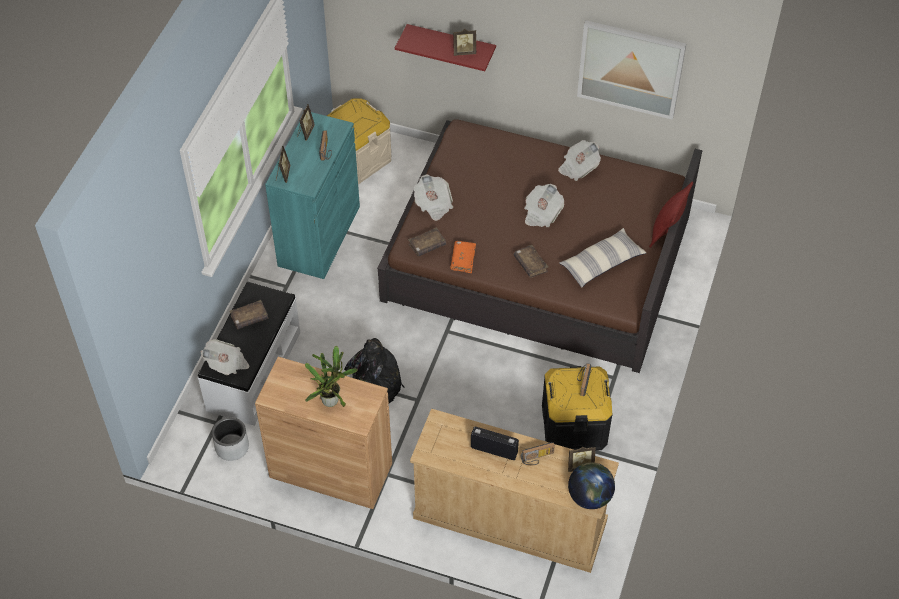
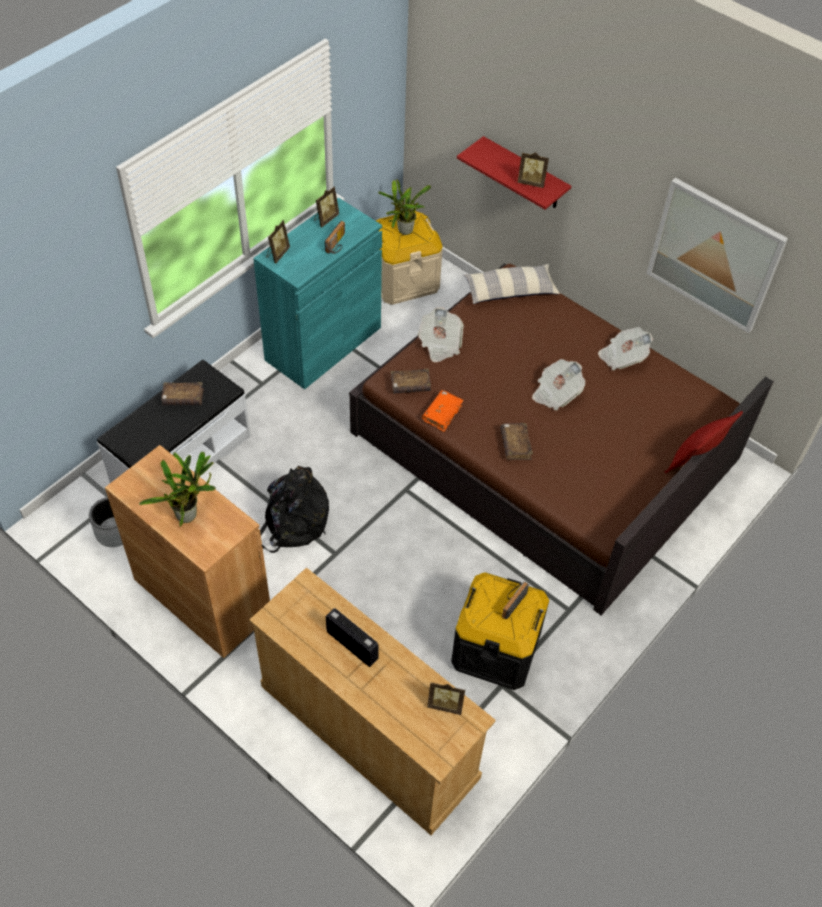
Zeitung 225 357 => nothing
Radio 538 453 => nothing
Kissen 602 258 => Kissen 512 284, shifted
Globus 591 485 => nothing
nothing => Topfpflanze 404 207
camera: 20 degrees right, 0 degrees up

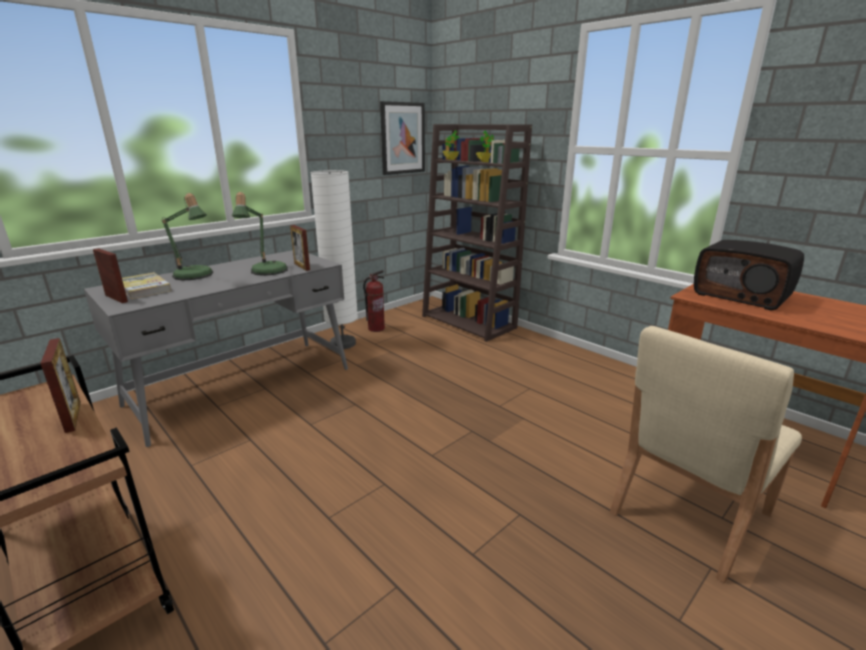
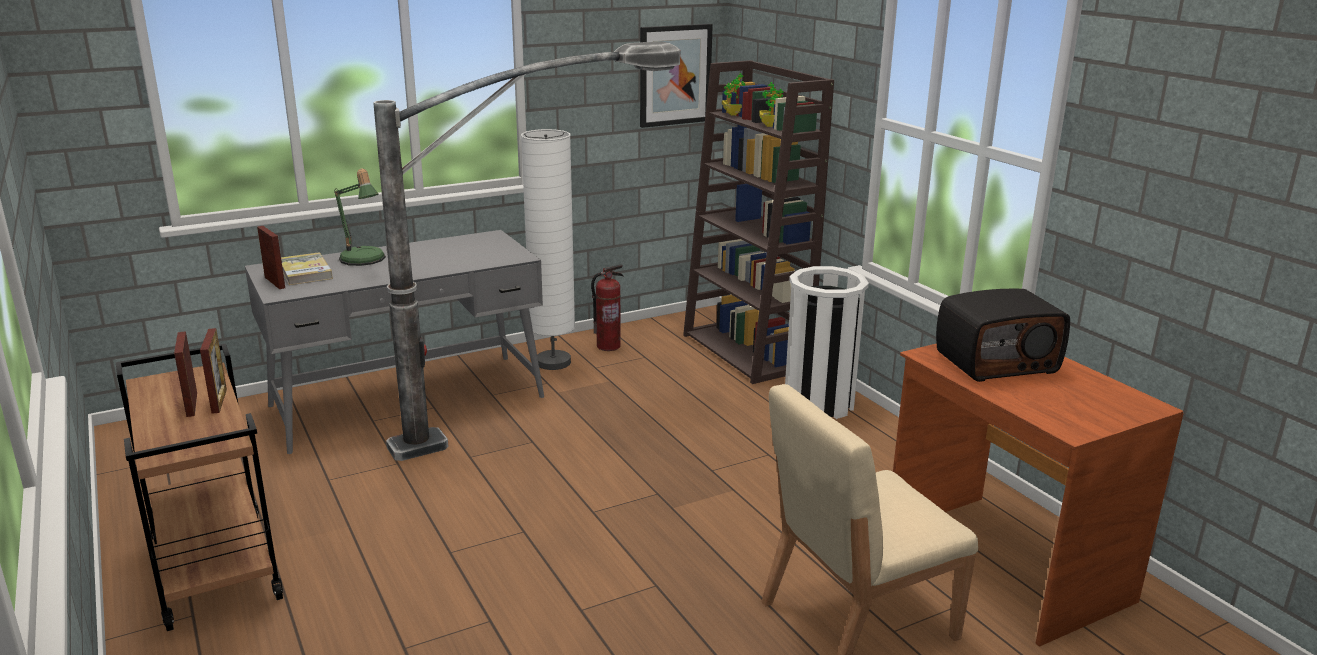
Tischlampe 260 234 => nothing
Bilderrahmen 300 248 => Bilderrahmen 185 374, shifted
Radio 749 275 => Radio 1003 335, 75 degrees counterclockwise
nothing => Stehlampe 526 251
nothing => Mülleimer [weiß] 827 342
camera: 15 degrees right, 0 degrees up

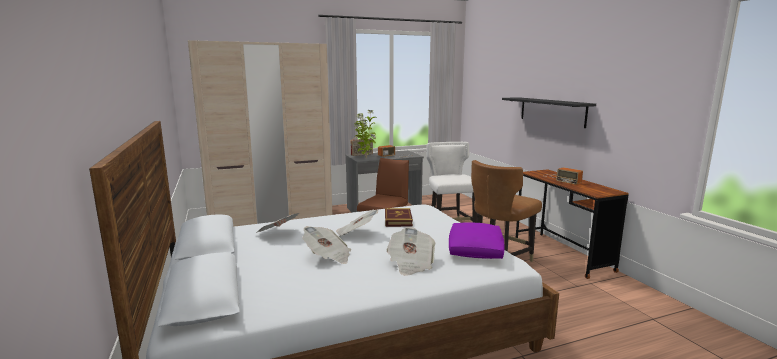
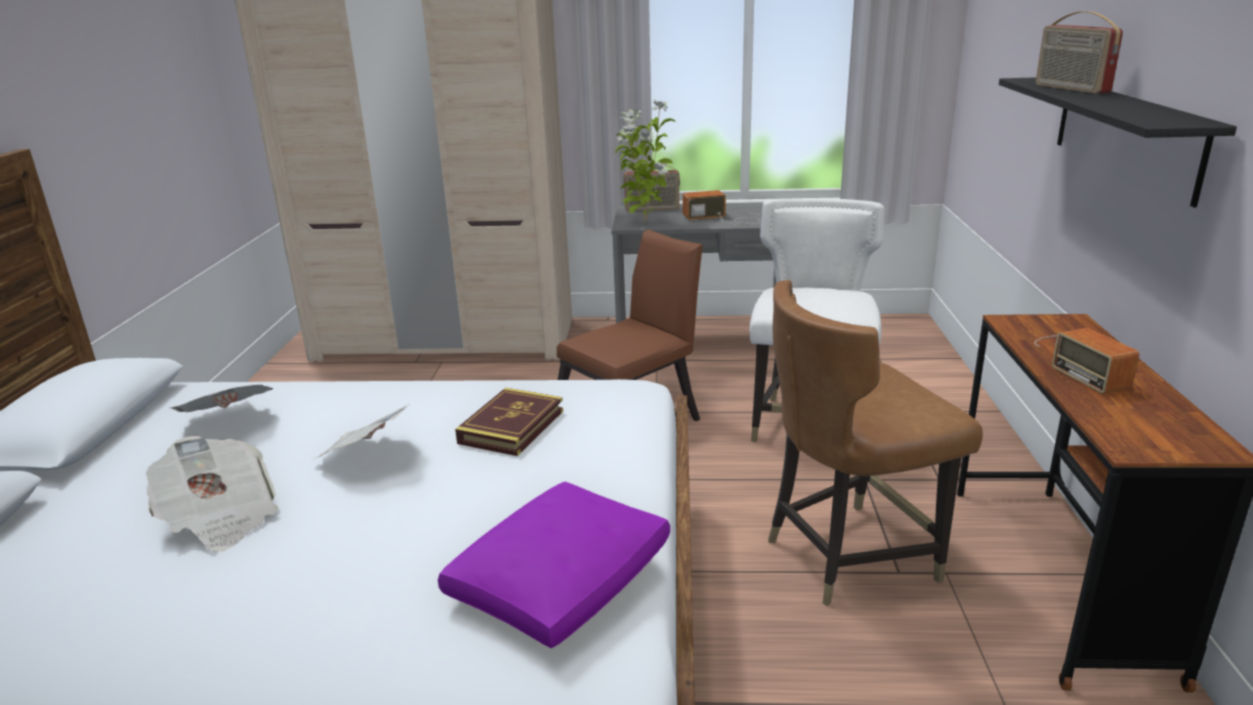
Zeitung 411 251 => nothing
nothing => Radio 1079 52
camera: 25 degrees right, 10 degrees up

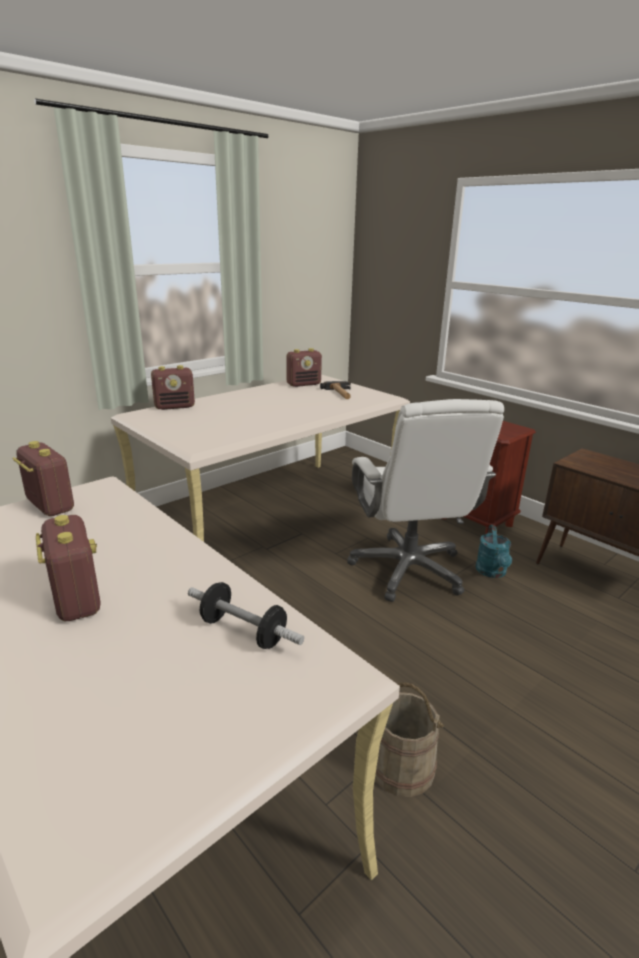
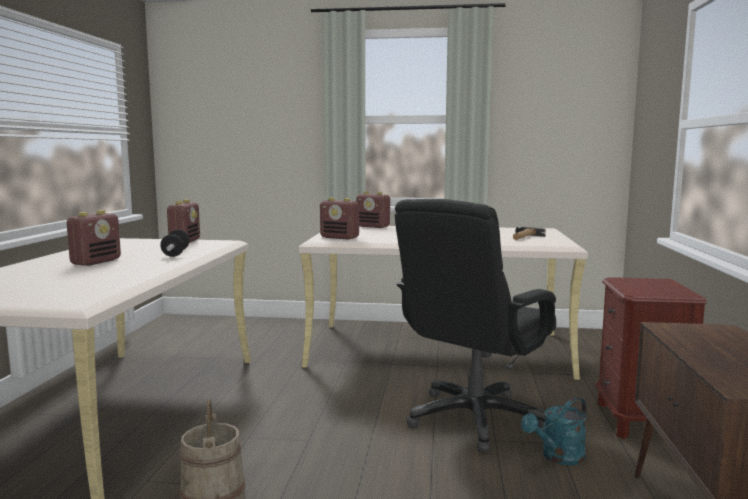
Hantel 246 615 => Hantel 175 243, shifted
Radio 304 367 => Radio 339 218, shifted
Bürostuhl [weiß] 425 500 => Bürostuhl [schwarz] 475 325
camera: 50 degrees right, 15 degrees down

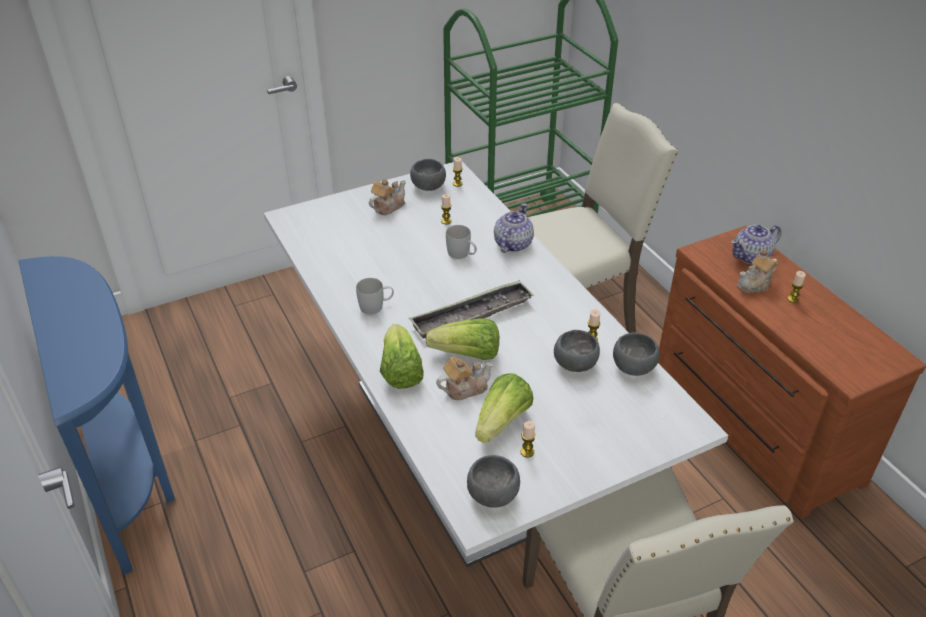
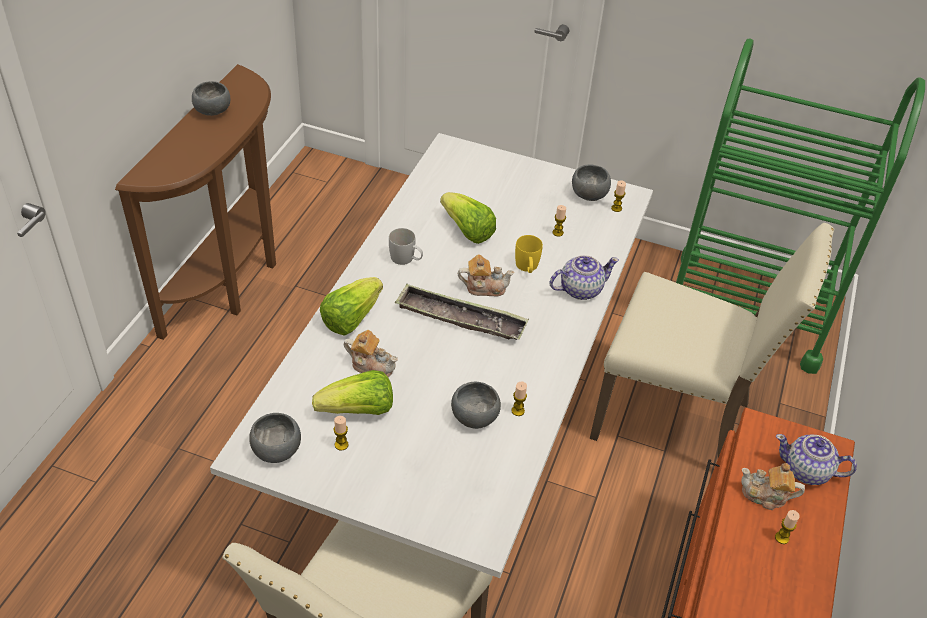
Konsolentisch [blau] 96 415 => Konsolentisch [braun] 195 202
Teekanne 387 197 => Teekanne 486 275, shifted
Salatkopf 462 339 => Salatkopf 468 218, shifted
Henkelbecher [weiß] 461 242 => Henkelbecher [gelb] 529 254
Schüssel [grau] 636 354 => Schüssel [grau] 211 98, shifted
camera: 45 degrees right, 5 degrees up

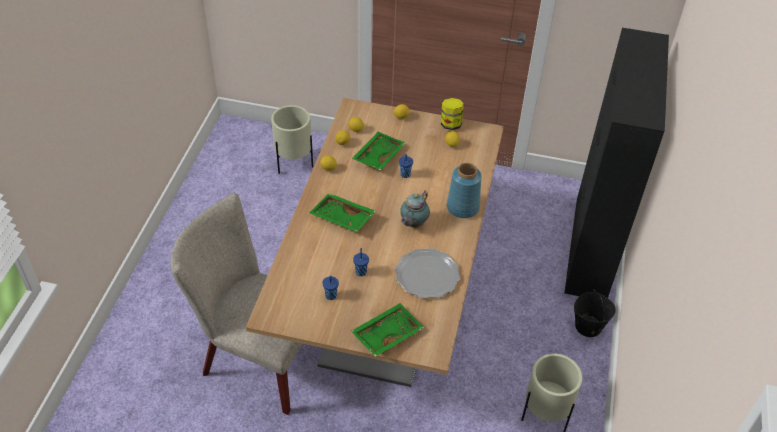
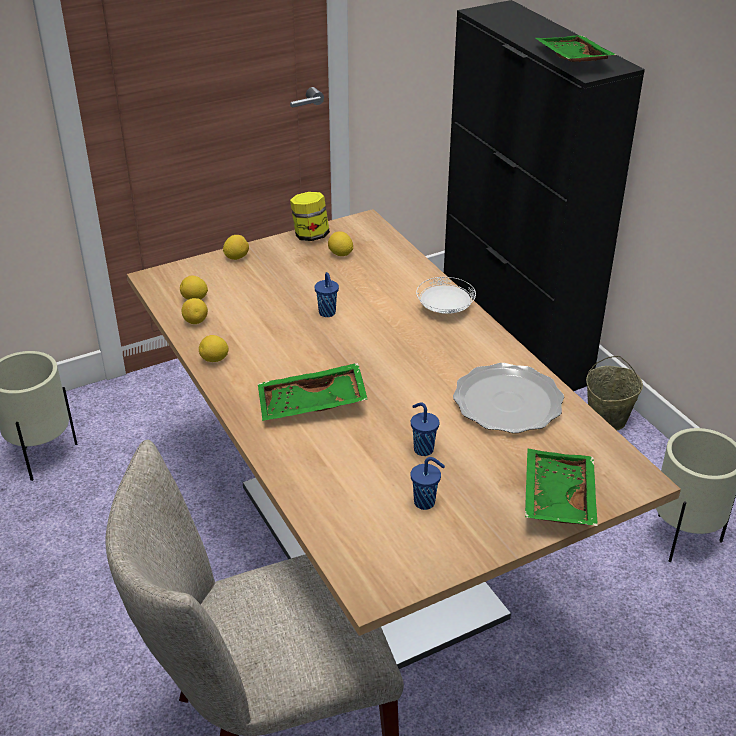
Tablett [grün] 378 150 => Tablett [grün] 576 48, shifted
Teekanne 415 209 => nothing
Vase [blau] 464 190 => Teller [weiß] 446 295
Eimer [schwarz] 595 313 => Eimer [beige] 614 393
camera: 40 degrees left, 10 degrees down

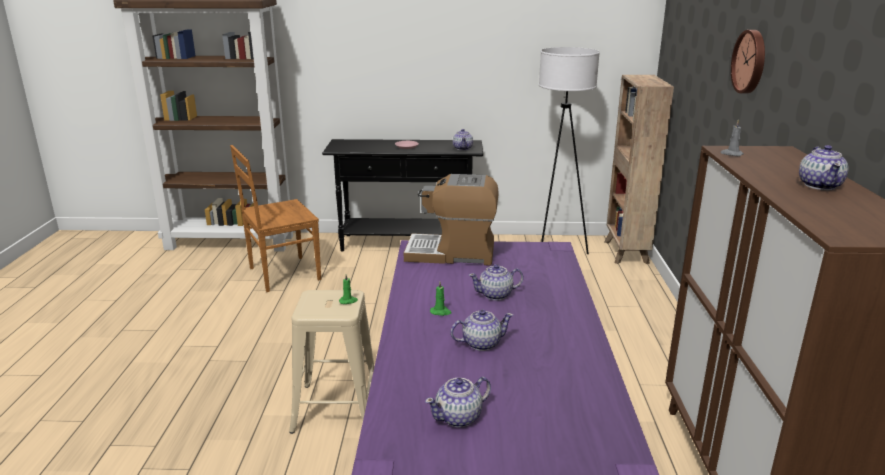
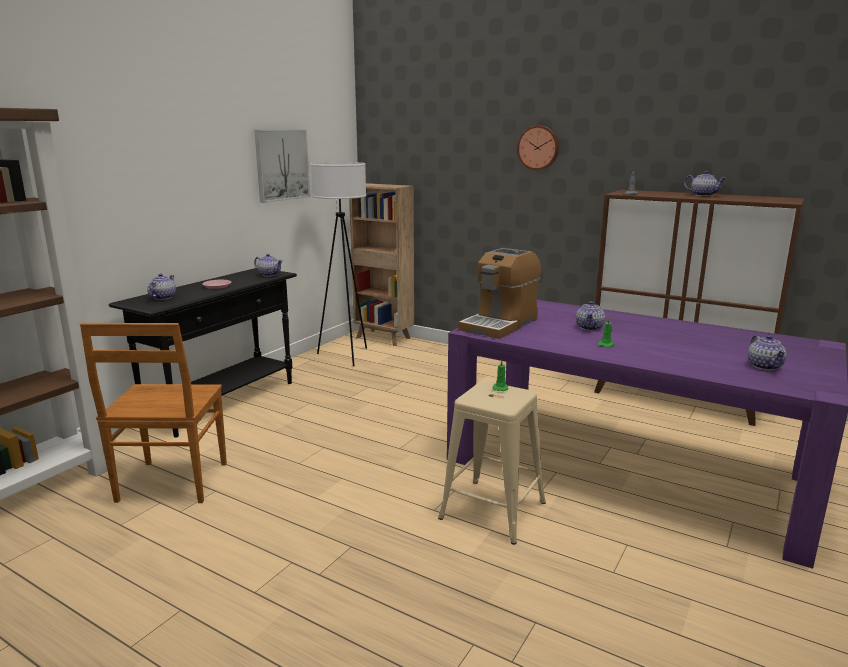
Teekanne 482 330 => Teekanne 161 286, shifted
nothing => Bild 282 166
camera: 60 degrees left, 5 degrees down

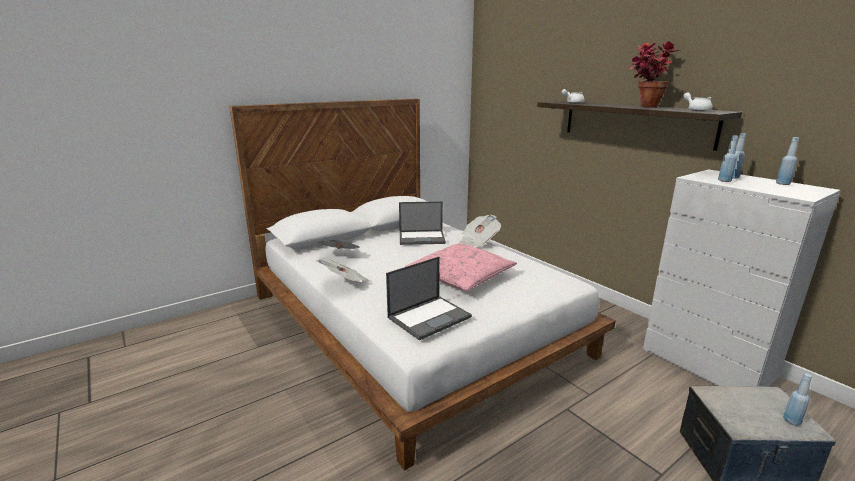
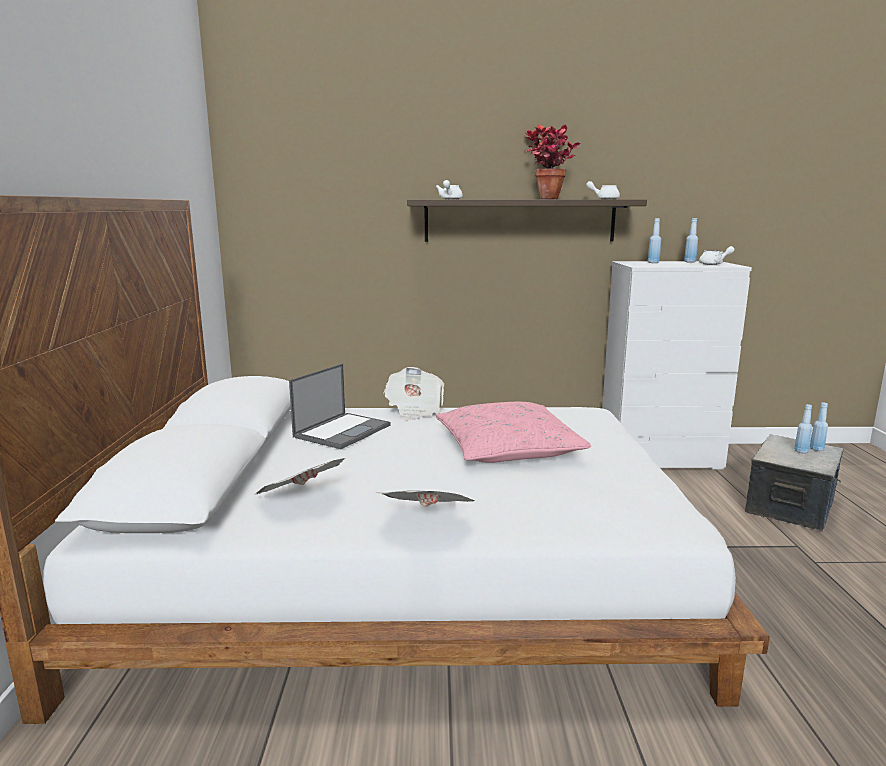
Laptop 429 298 => nothing
Flasche [blau] 728 158 => Flasche [blau] 803 428, shifted
nothing => Teekanne [weiß] 717 255
camera: 55 degrees left, 5 degrees down

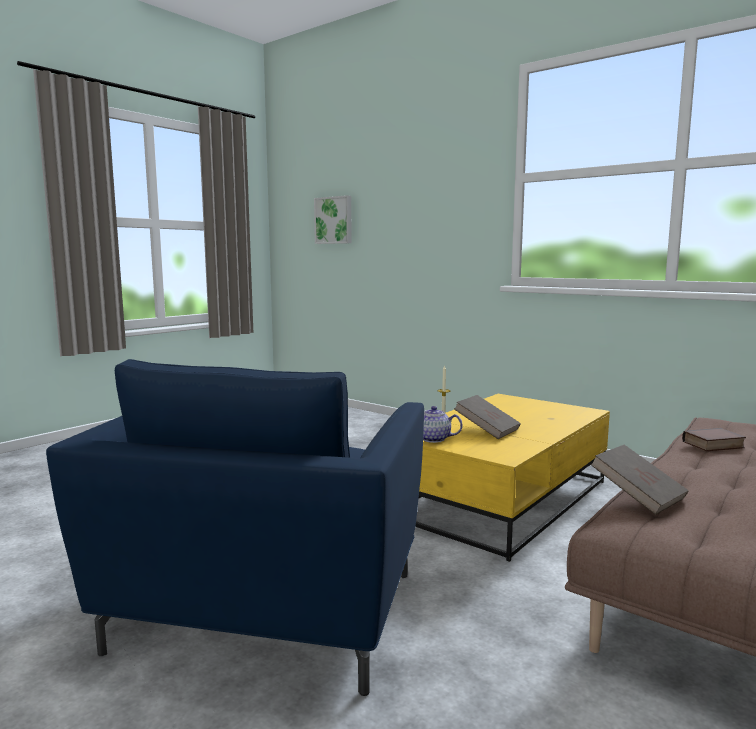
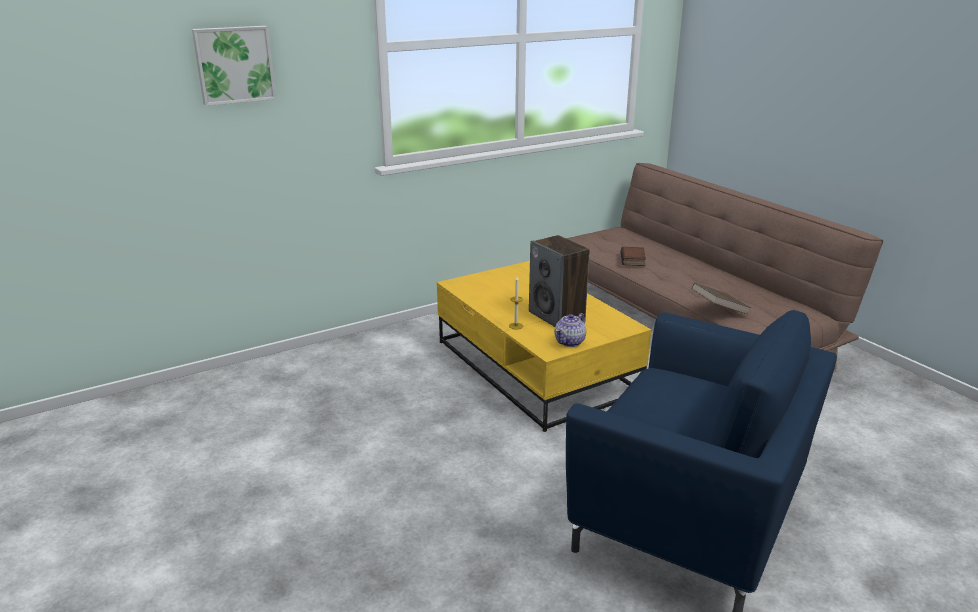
Bild 333 219 => Bild 234 66, shifted
Buch [braun] 487 417 => Lautsprecher 559 281
camera: 70 degrees left, 15 degrees up

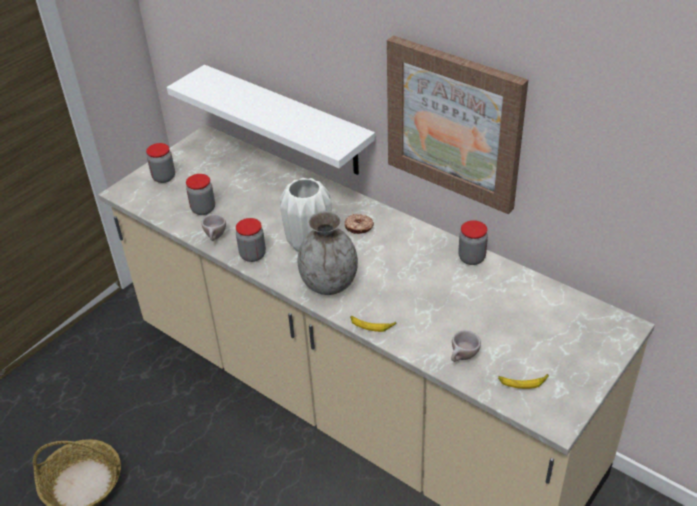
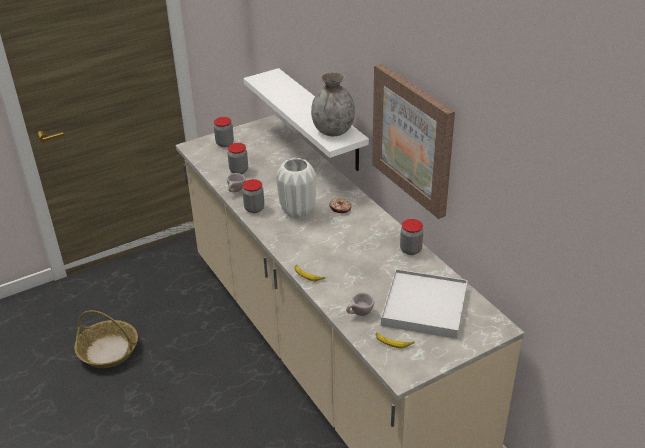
Vase [grau] 327 253 => Vase [grau] 333 104, shifted
nothing => Tablett [weiß] 424 304
camera: 20 degrees right, 5 degrees down

